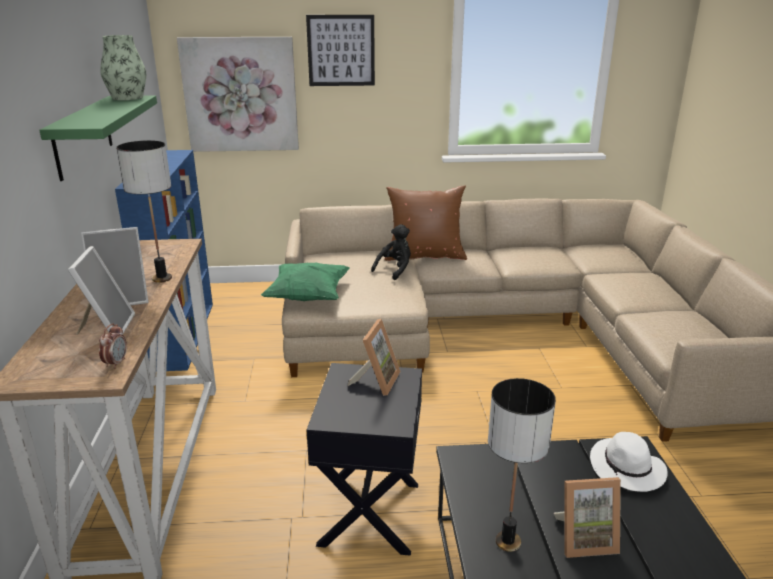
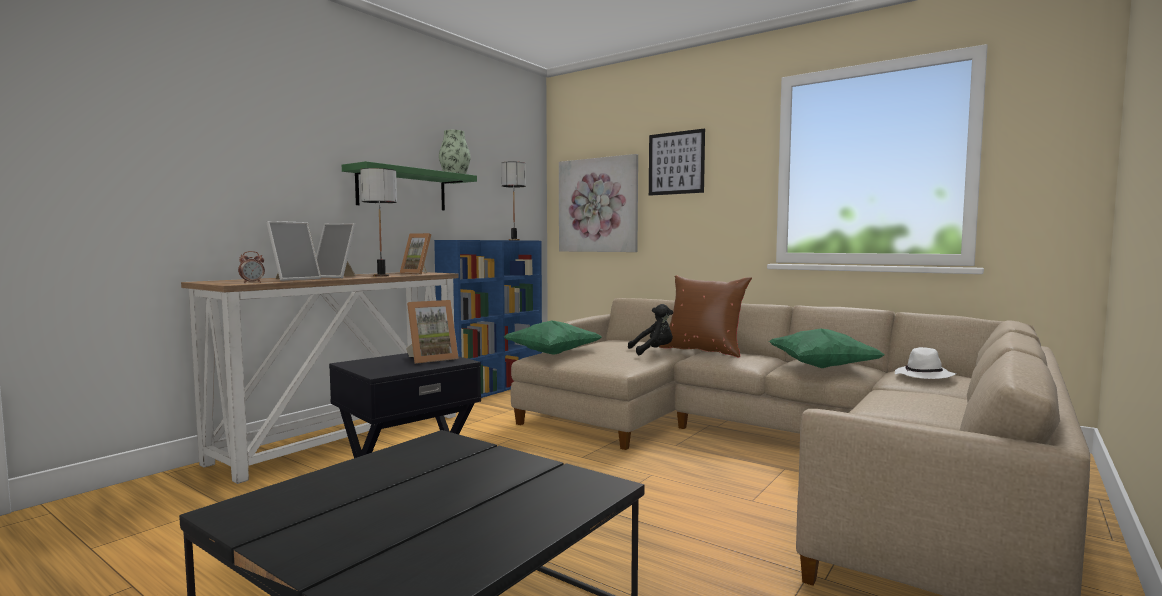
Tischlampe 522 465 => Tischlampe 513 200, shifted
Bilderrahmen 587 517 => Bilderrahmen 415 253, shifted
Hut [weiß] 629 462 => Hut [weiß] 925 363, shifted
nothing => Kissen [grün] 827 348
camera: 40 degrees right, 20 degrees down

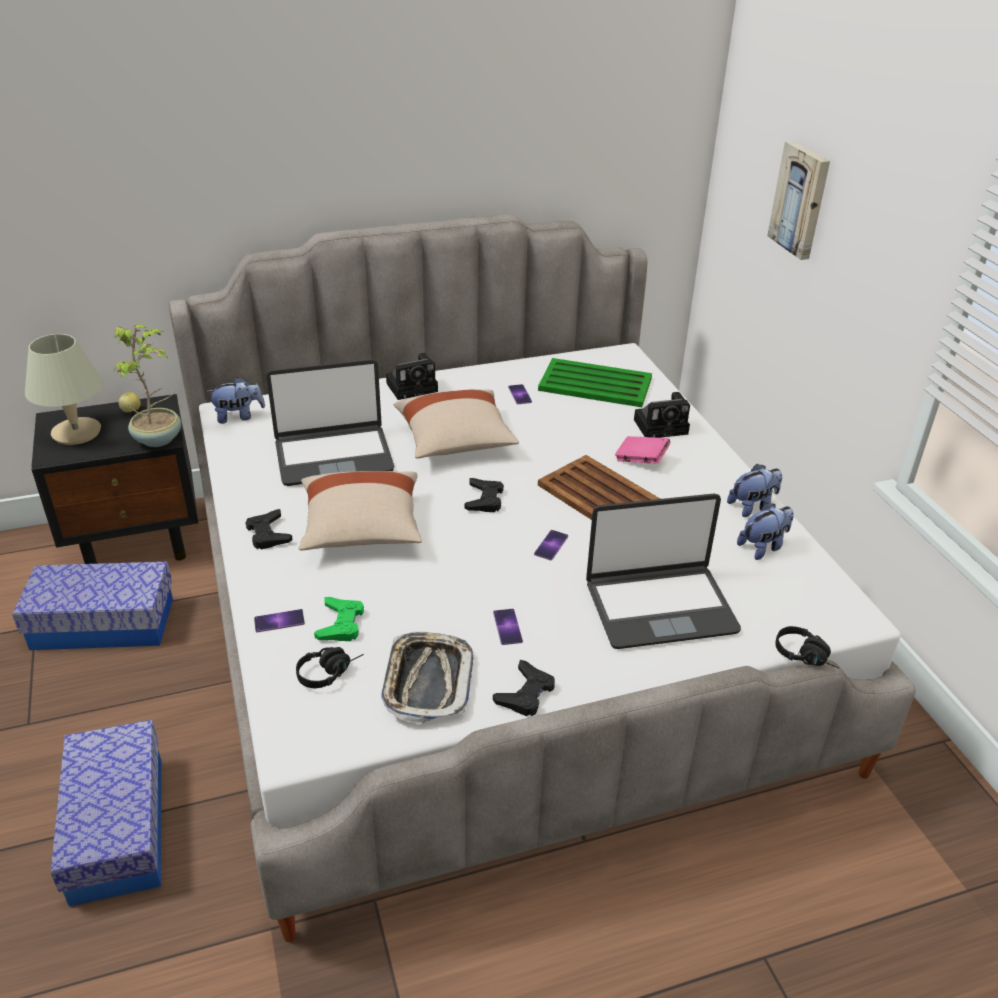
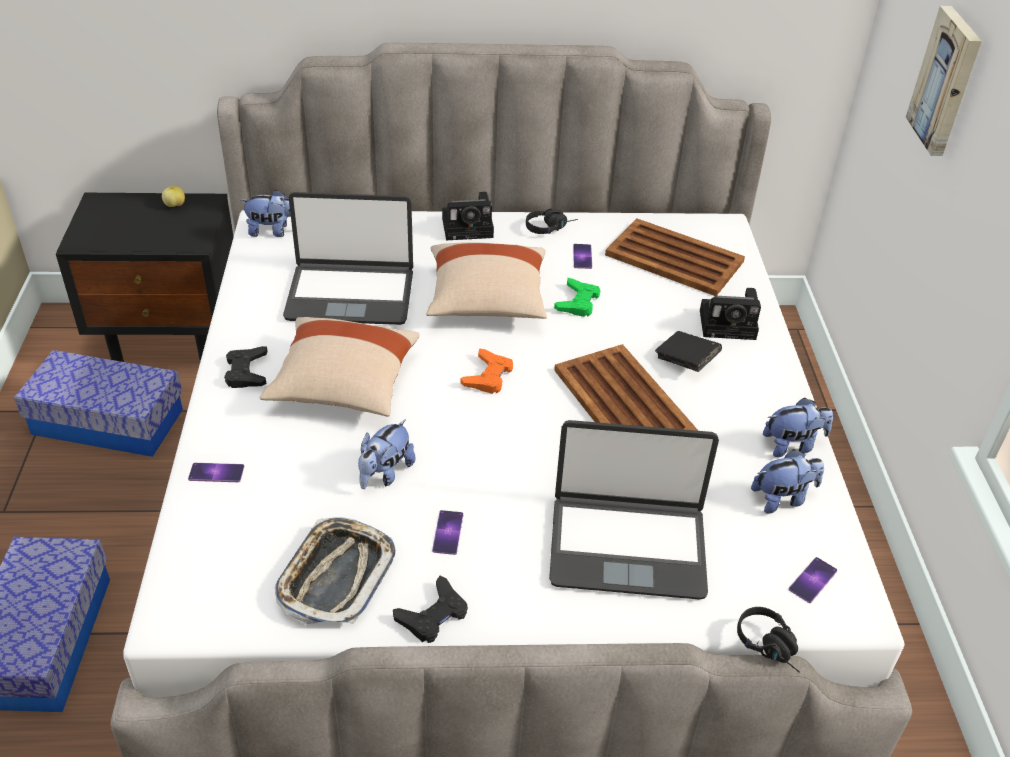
Tischlampe [beige] 64 389 => nothing
Topfpflanze 147 385 => nothing
Kopfhörer [schwarz] 330 667 => Kopfhörer [schwarz] 552 221, shifted
Gamepad [grün] 339 619 => Gamepad [grün] 577 297, shifted
Gamepad [schwarz] 484 495 => Gamepad [orange] 486 371
Handy 551 545 => Handy 813 580, shifted
Tablett [grün] 595 382 => Tablett [braun] 675 257
Buch [rosa] 642 450 => Buch [schwarz] 688 351
nothing => Plüschtier 386 454
camera: 15 degrees right, 5 degrees up

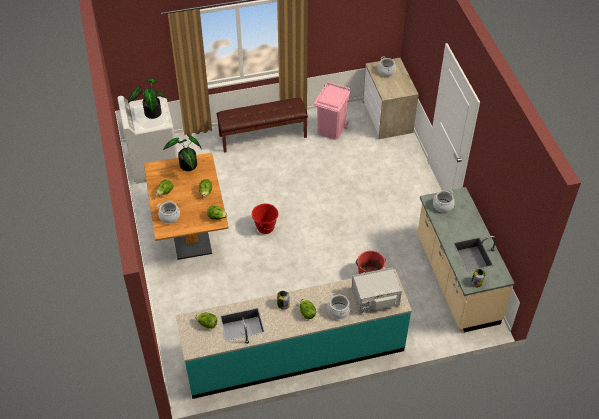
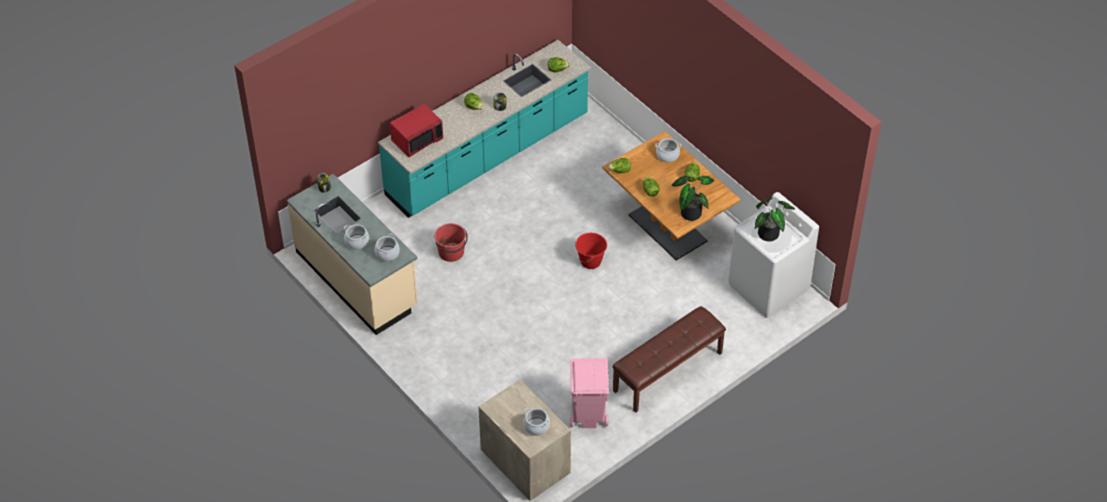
Kochtopf 339 306 => Kochtopf 356 237, shifted
Mikrowelle [grau] 377 290 => Mikrowelle [rot] 416 130
camera: 155 degrees right, 0 degrees up

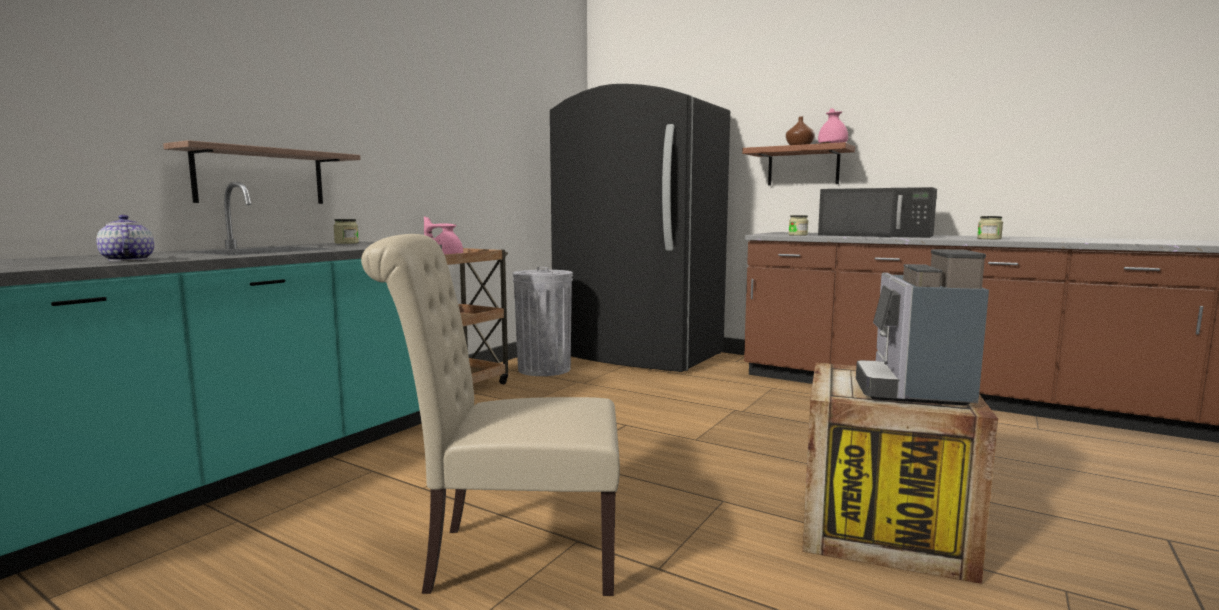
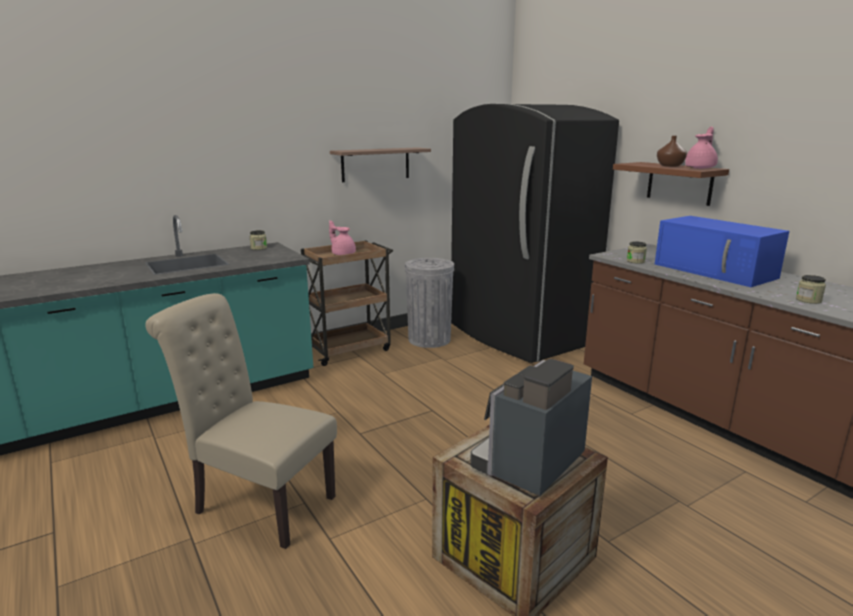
Teekanne 125 238 => nothing
Wandregal 262 172 => Wandregal 380 164, shifted
Mikrowelle [schwarz] 877 212 => Mikrowelle [blau] 722 251
camera: 25 degrees right, 10 degrees up

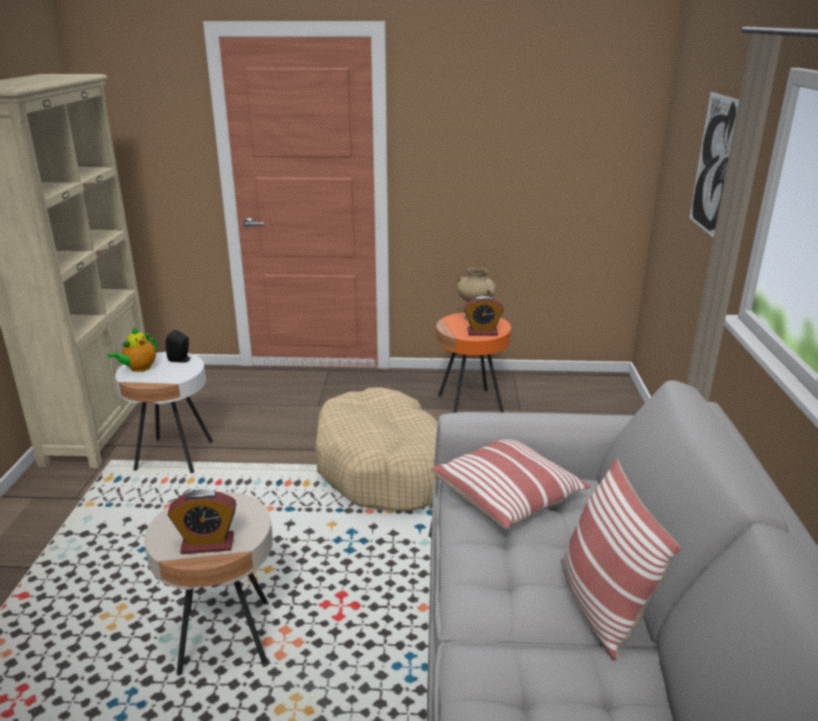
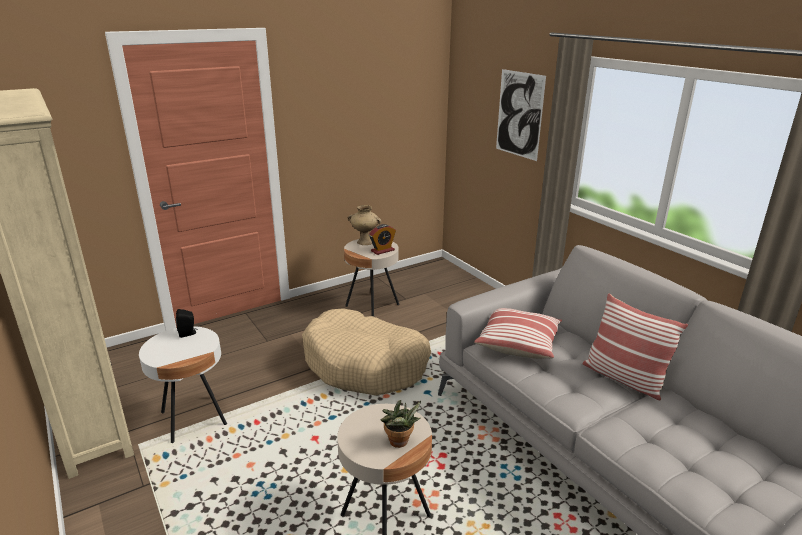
Teekanne 132 349 => nothing
Wecker 202 521 => Topfpflanze 401 424
Beistelltisch [orange] 473 363 => Beistelltisch [beige] 371 277
camera: 35 degrees left, 0 degrees up

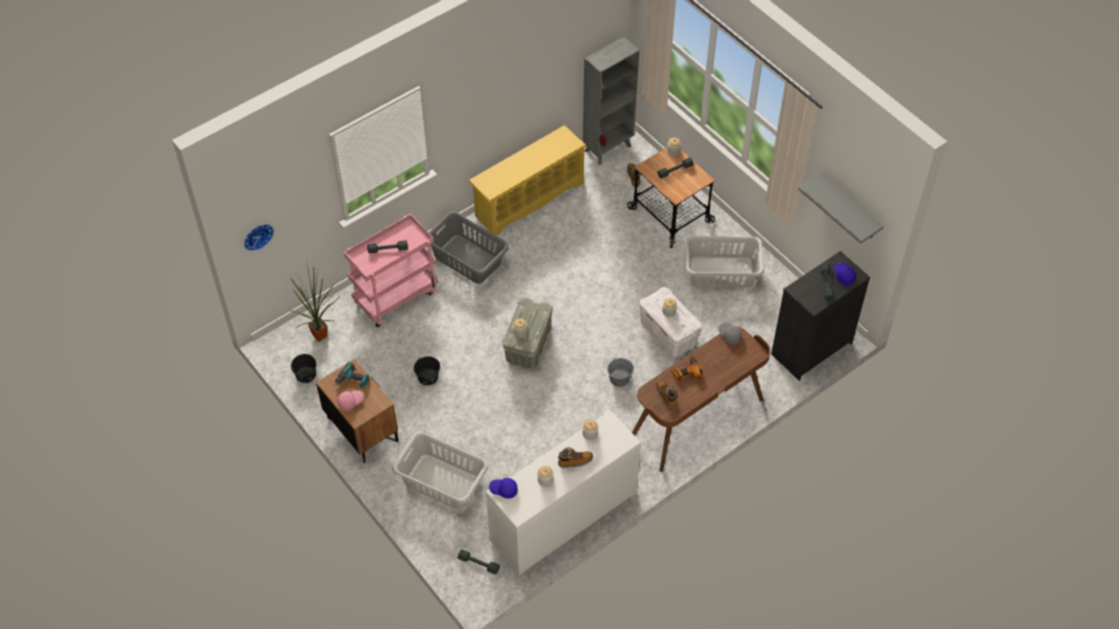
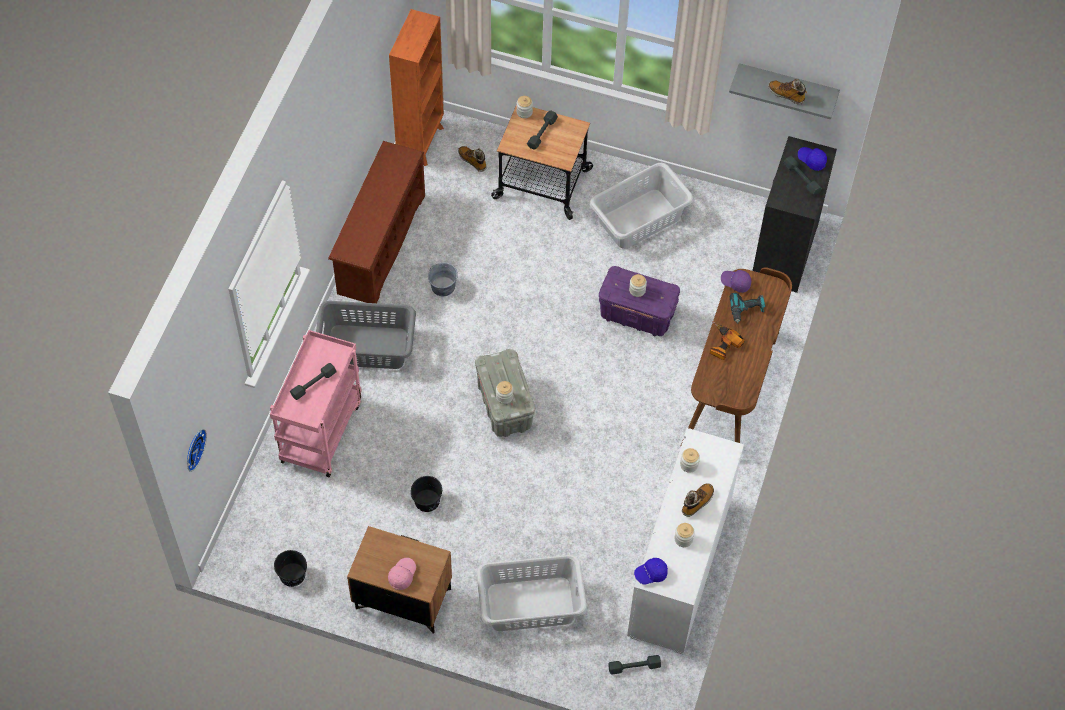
Topfpflanze 315 303 => nothing
Bohrmaschine 352 375 => Bohrmaschine 747 308, shifted
Schuhregal [gelb] 527 180 => Schuhregal [braun] 376 222
Bücherregal [grau] 611 100 => Bücherregal [orange] 416 87
Eimer [grau] 620 372 => Eimer [grau] 443 279, shifted
Aufbewahrungsbox [weiß] 670 322 => Aufbewahrungsbox [lila] 639 301
Stiefel 666 393 => Stiefel 787 91, shifted
Kappe [grau] 730 333 => Kappe [lila] 736 281
camera: 35 degrees left, 5 degrees up

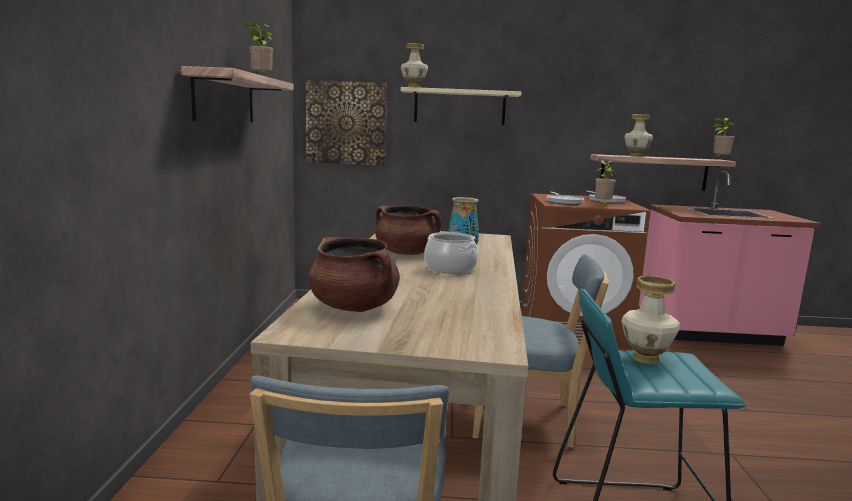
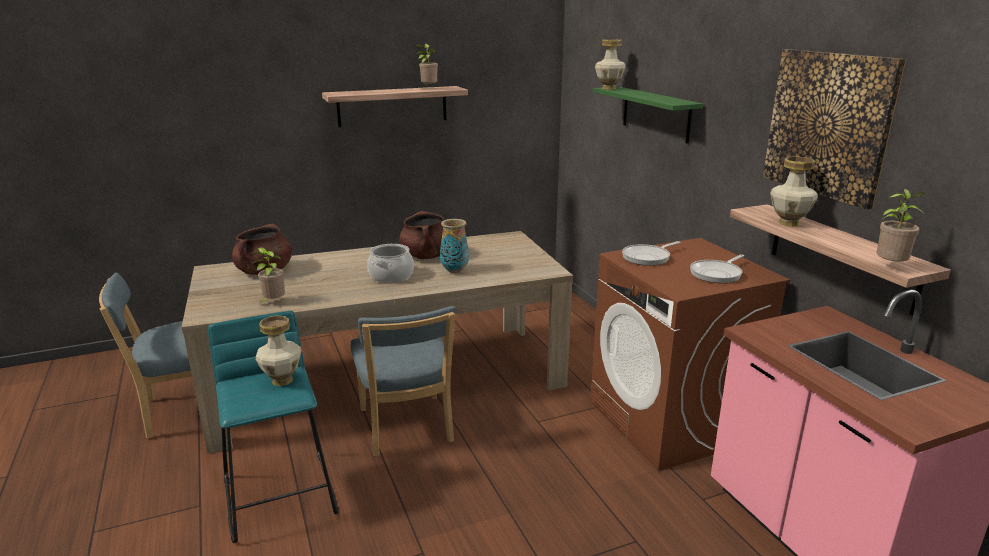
Bild 346 123 => Bild 834 129, shifted
Wandregal [beige] 461 106 => Wandregal [grün] 648 115
Topfpflanze 605 183 => Topfpflanze 268 276, shifted
camera: 65 degrees right, 10 degrees up

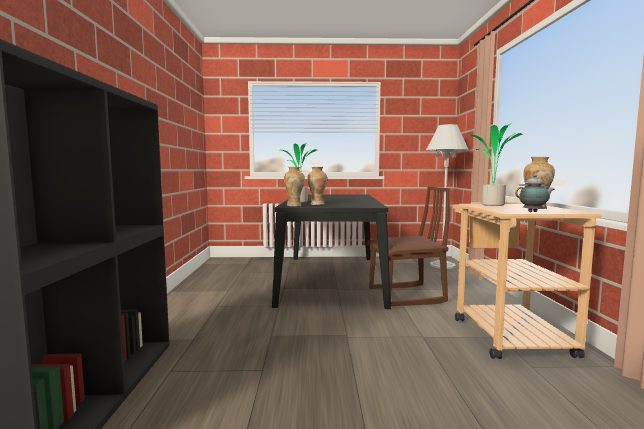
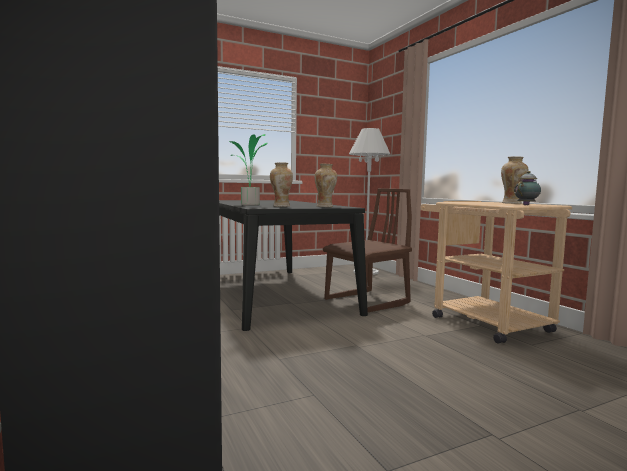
Vase 294 187 => Vase 326 185, shifted
Topfpflanze 495 164 => nothing
camera: 25 degrees left, 0 degrees up

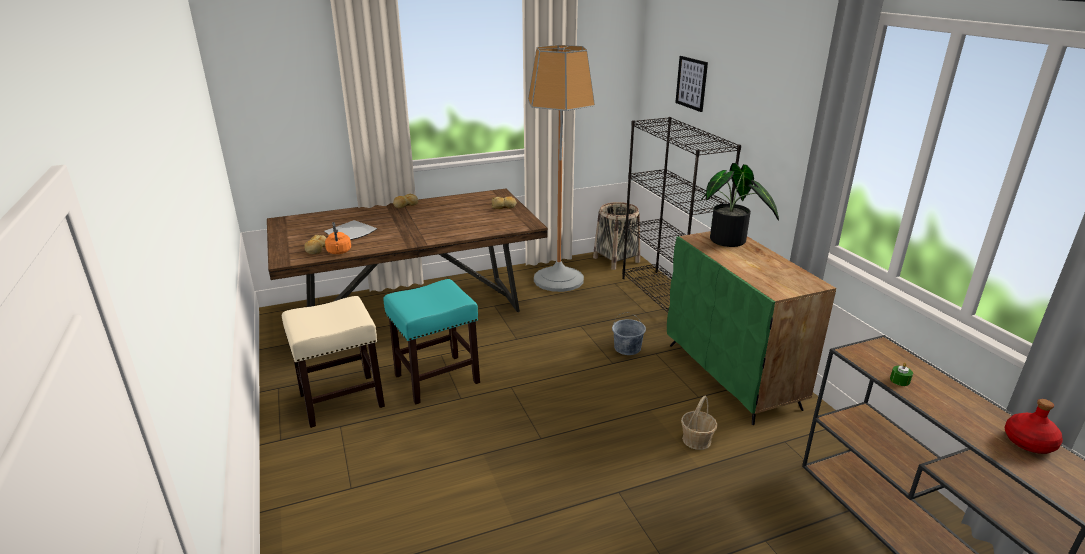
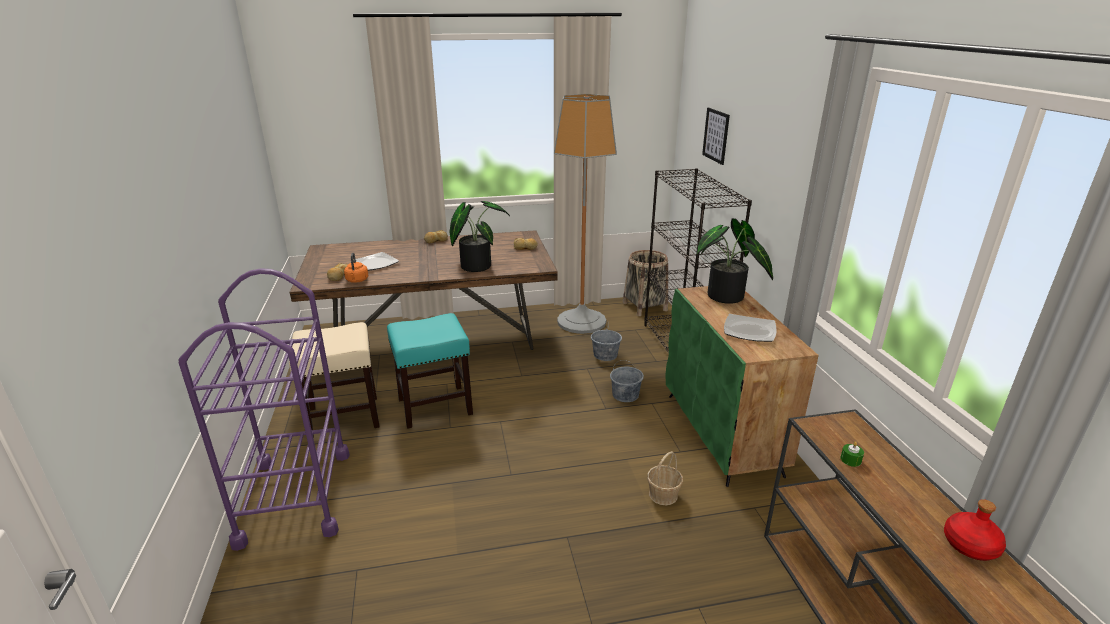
nothing => Rollwagen [lila] 264 409
nothing => Topfpflanze 480 236
nothing => Eimer [grau] 606 341
nothing => Teller 750 328
camera: 10 degrees right, 0 degrees up

